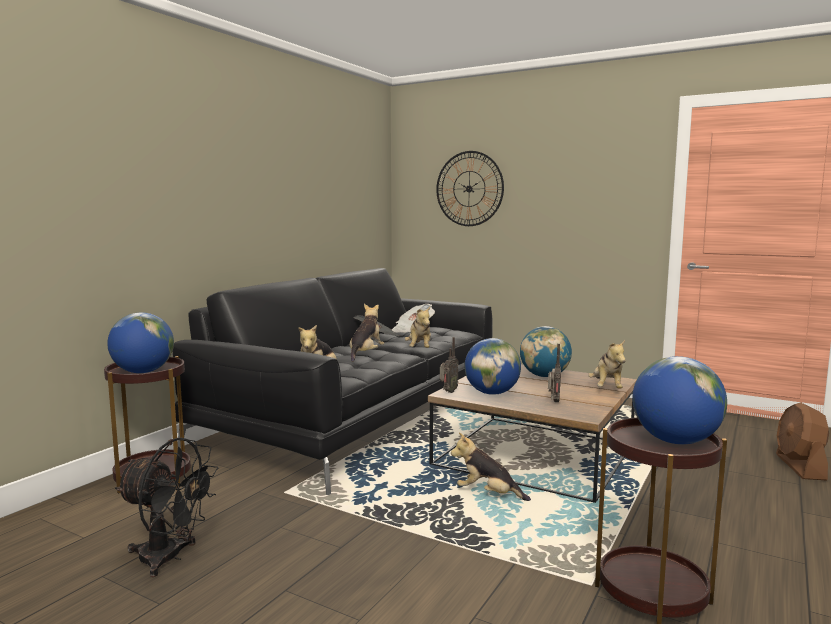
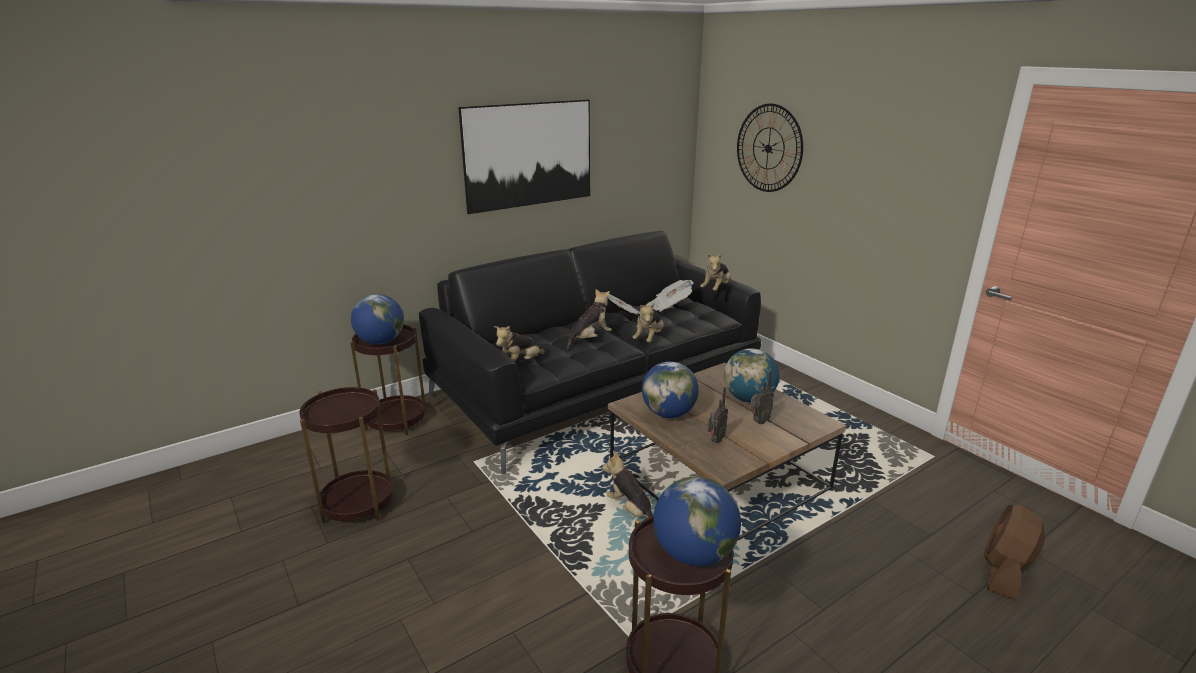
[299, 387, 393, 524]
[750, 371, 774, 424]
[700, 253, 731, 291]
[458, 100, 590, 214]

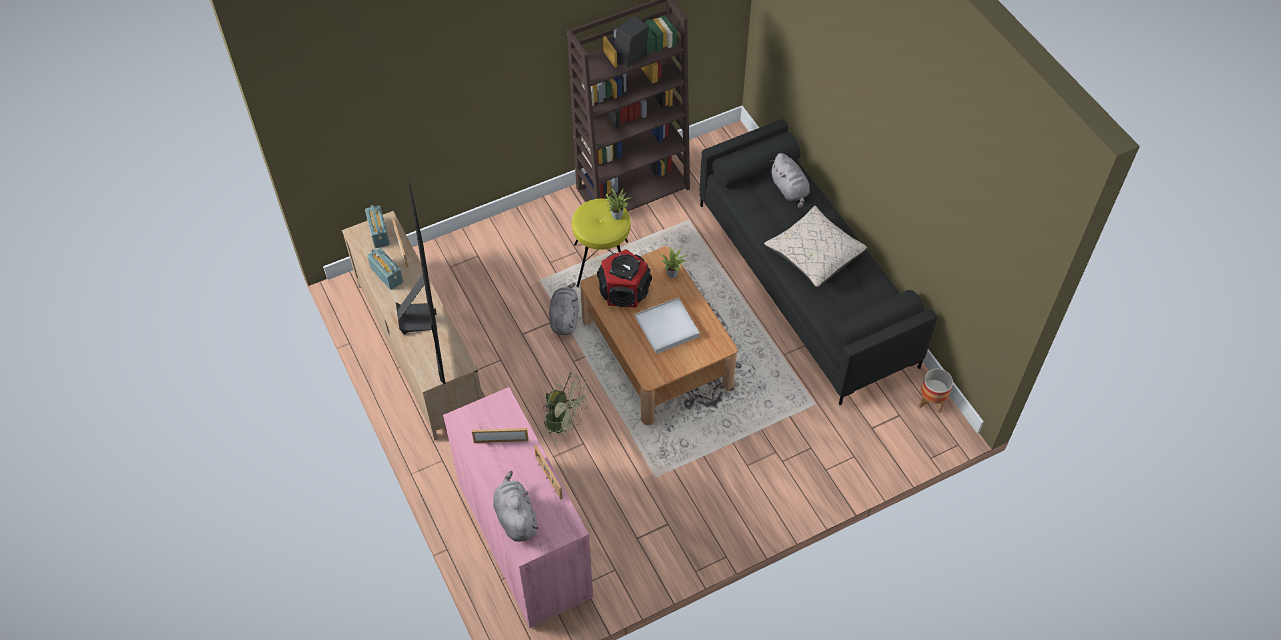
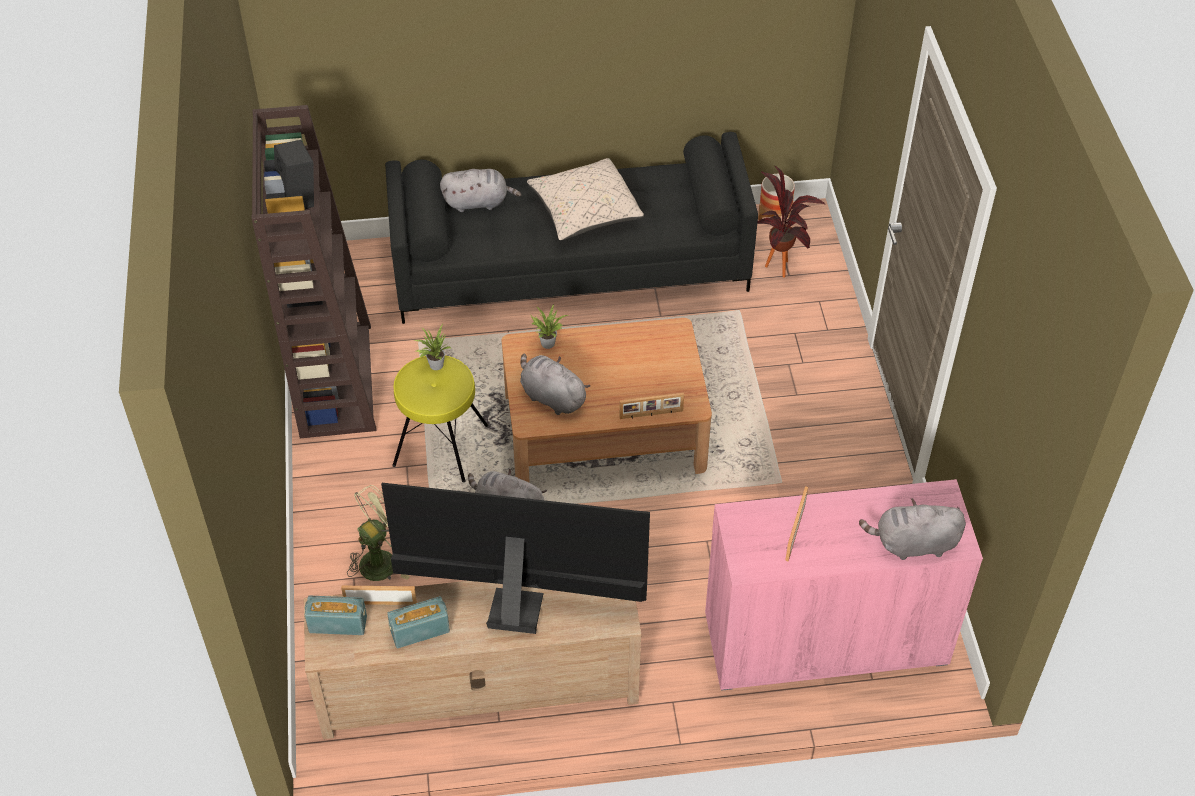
[620, 393, 684, 419]
[347, 485, 410, 581]
[520, 354, 590, 415]
[635, 297, 700, 354] (first image)
[757, 166, 826, 278]

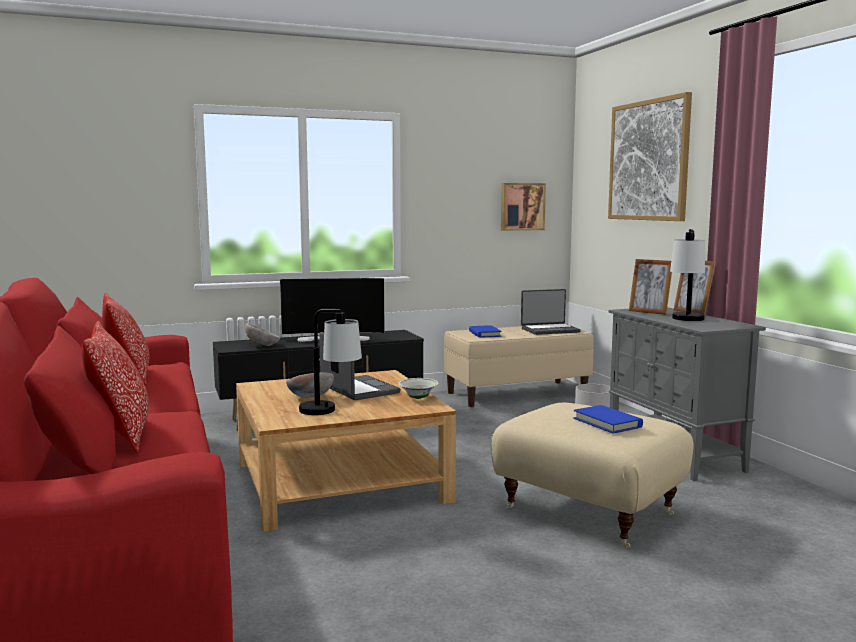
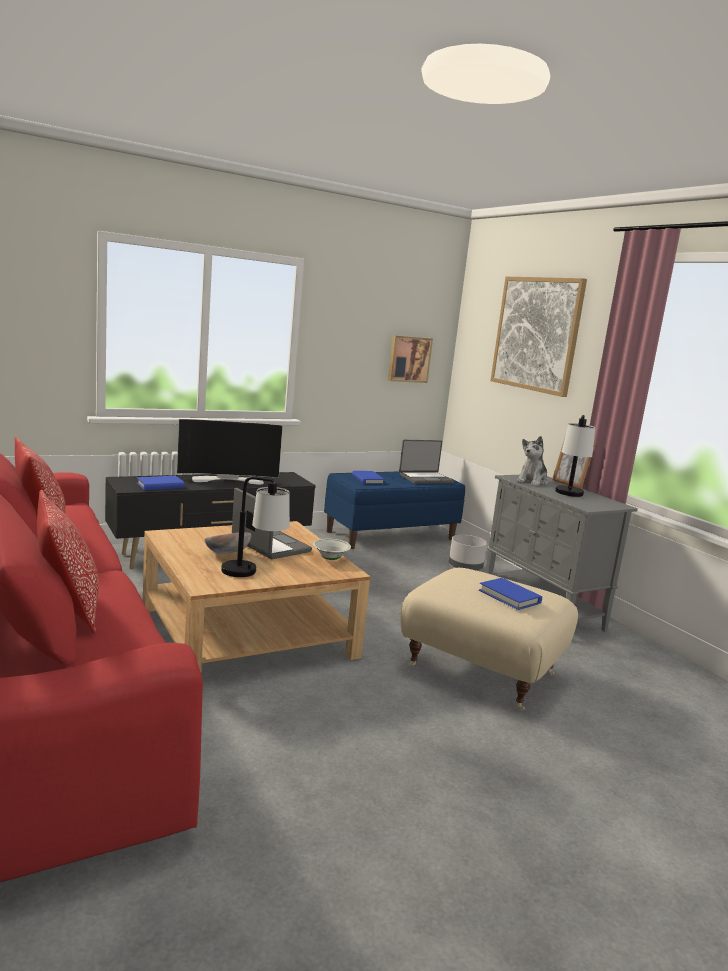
[137, 476, 185, 490]
[324, 471, 465, 549]
[517, 436, 548, 486]

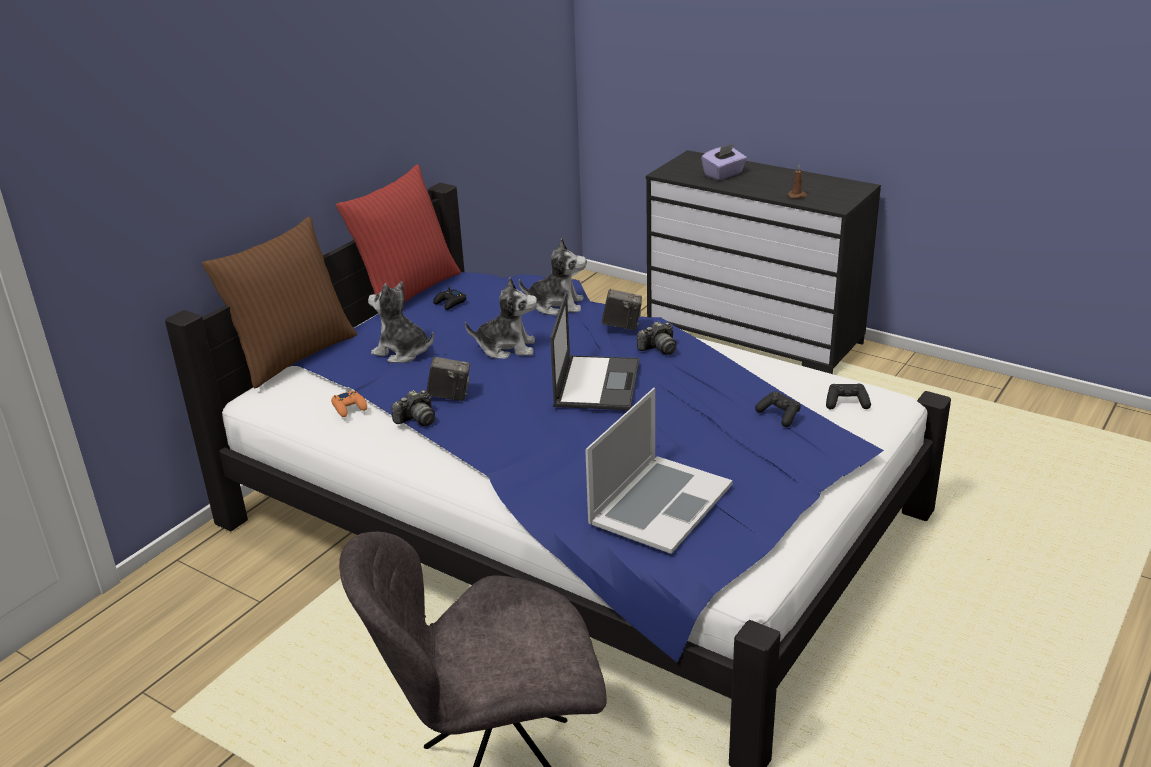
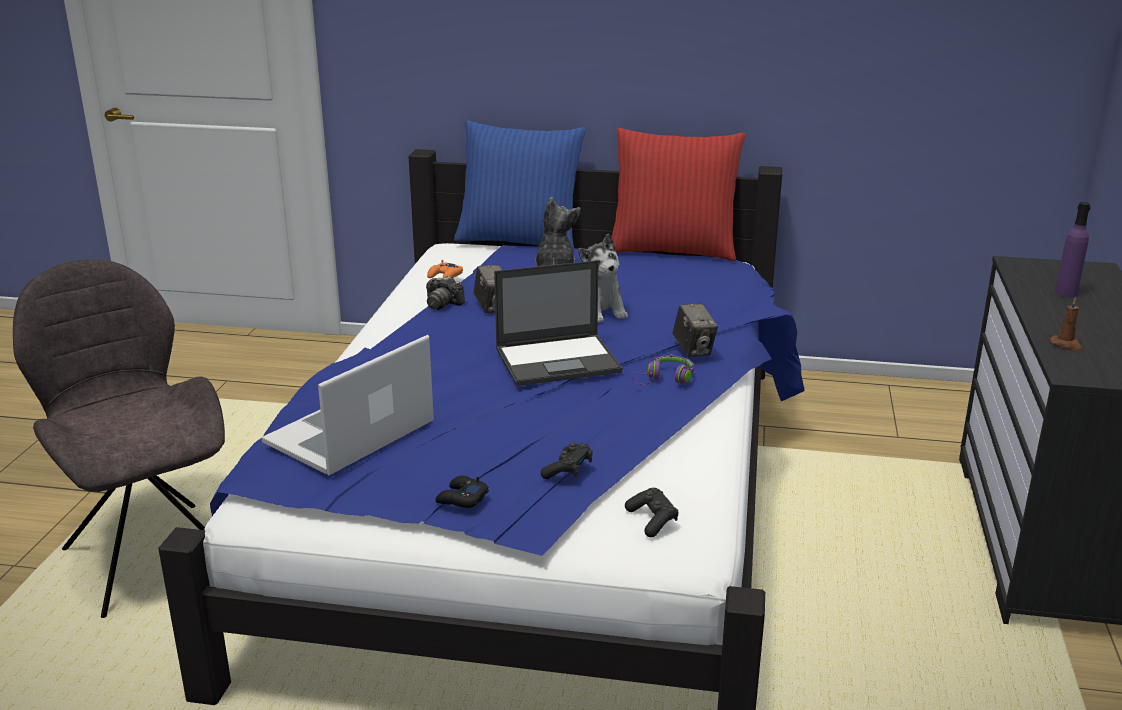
[454, 120, 586, 252]
[435, 476, 489, 508]
[519, 238, 587, 316] (first image)
[261, 335, 434, 475]
[633, 354, 694, 385]
[1055, 202, 1091, 298]

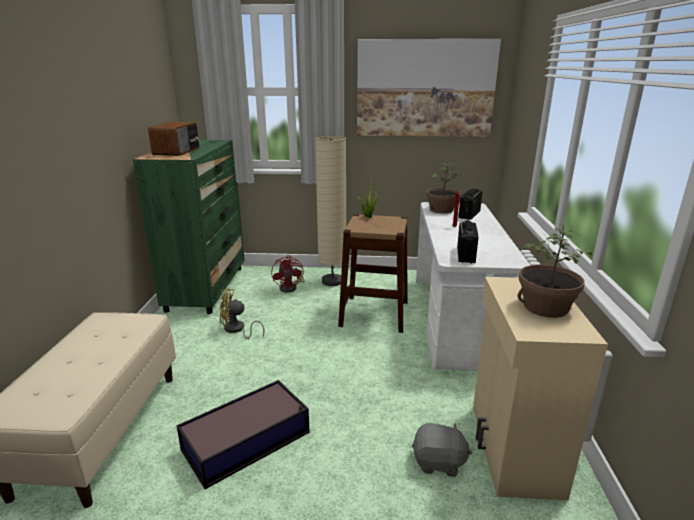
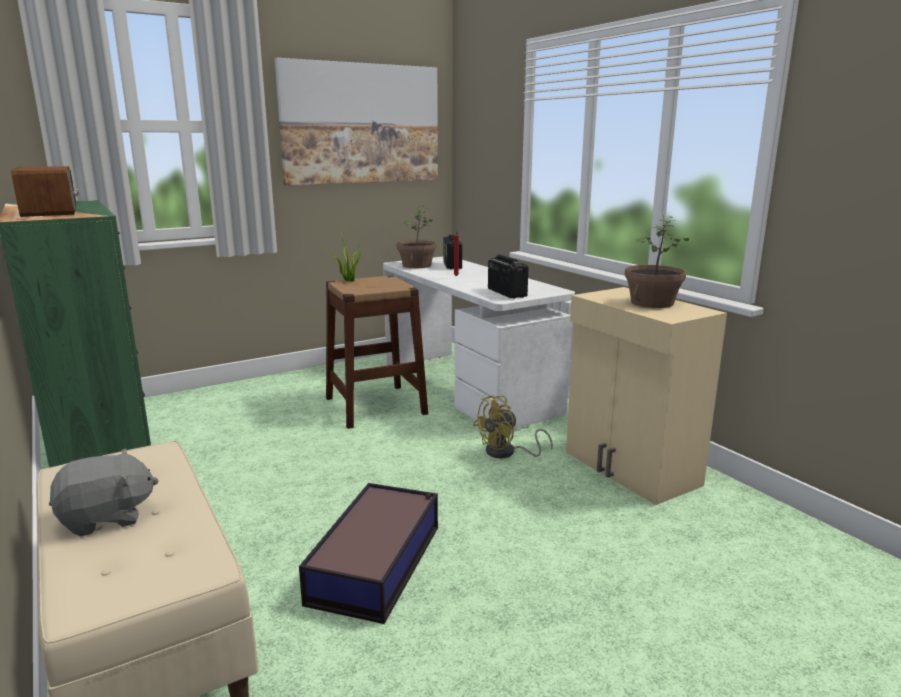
[473, 395, 553, 458]
[271, 255, 305, 292] (first image)
[315, 136, 346, 286] (first image)
[49, 449, 159, 536]

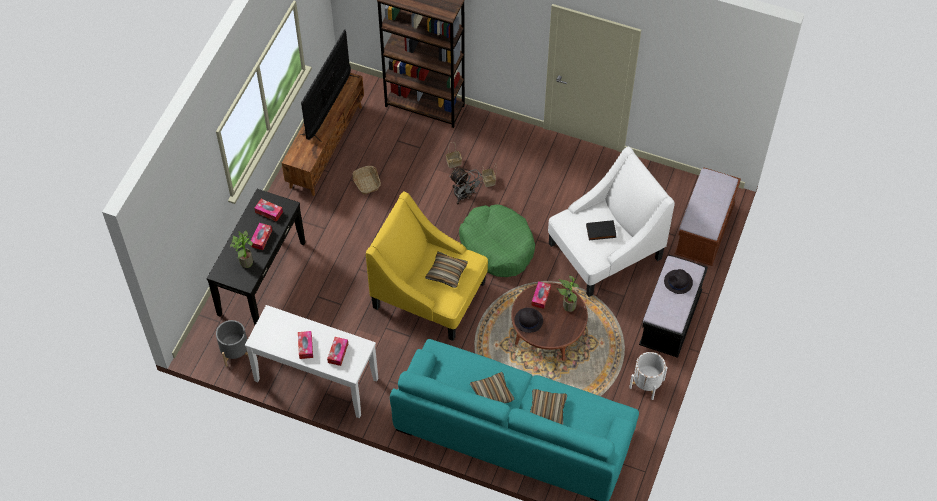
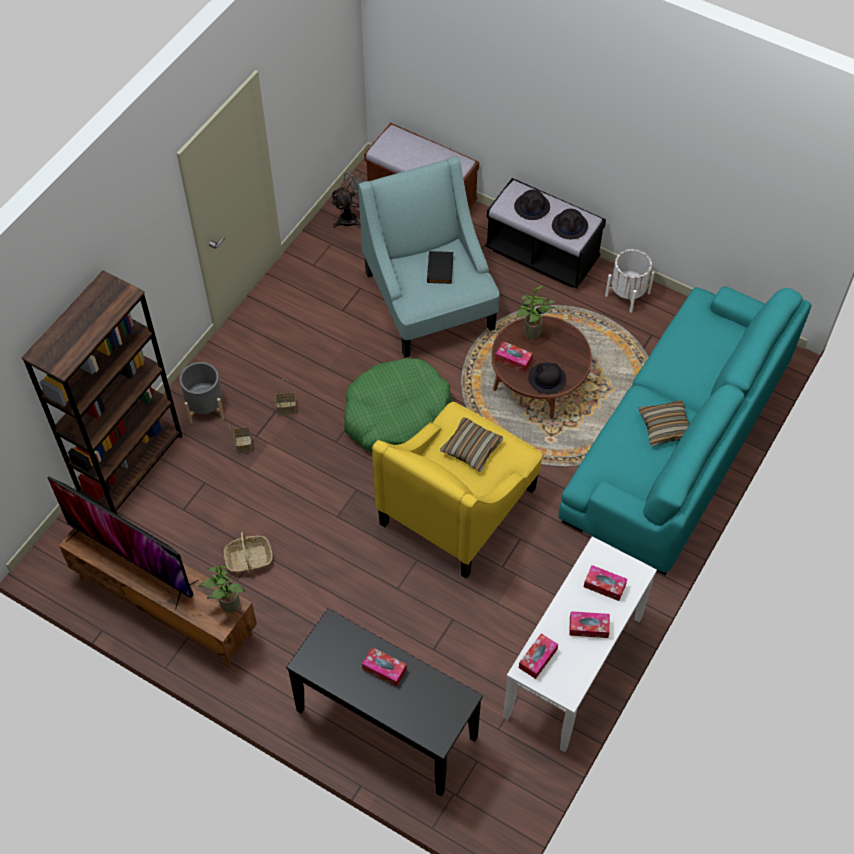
[180, 362, 224, 424]
[198, 565, 246, 613]
[519, 633, 558, 679]
[330, 170, 367, 228]
[530, 389, 567, 425] (first image)
[358, 156, 500, 358]
[552, 209, 588, 239]

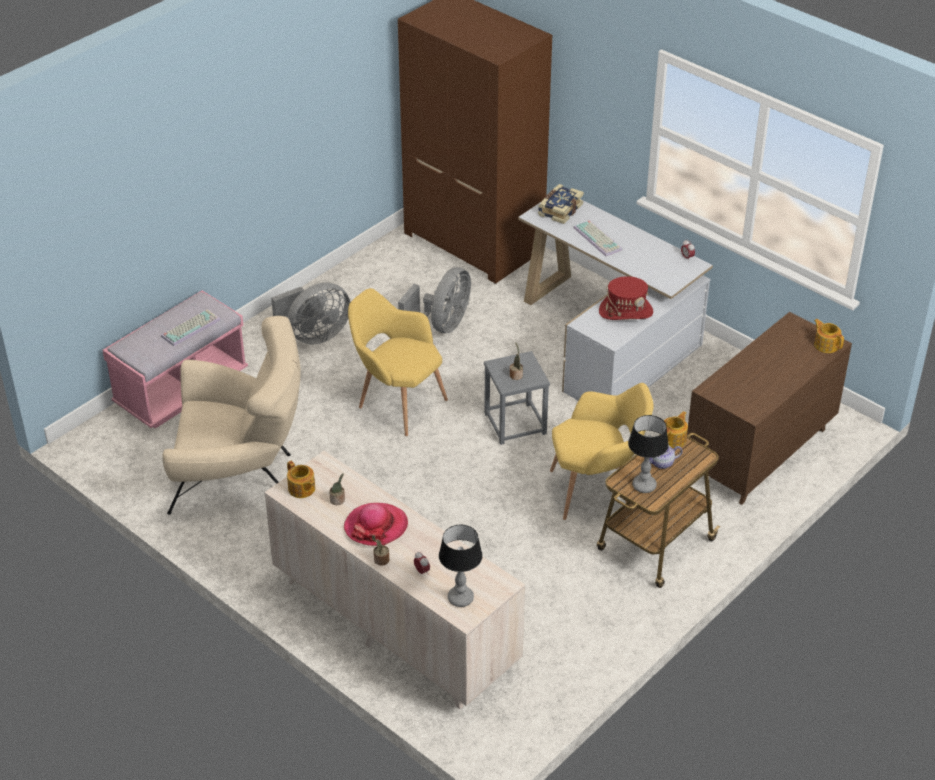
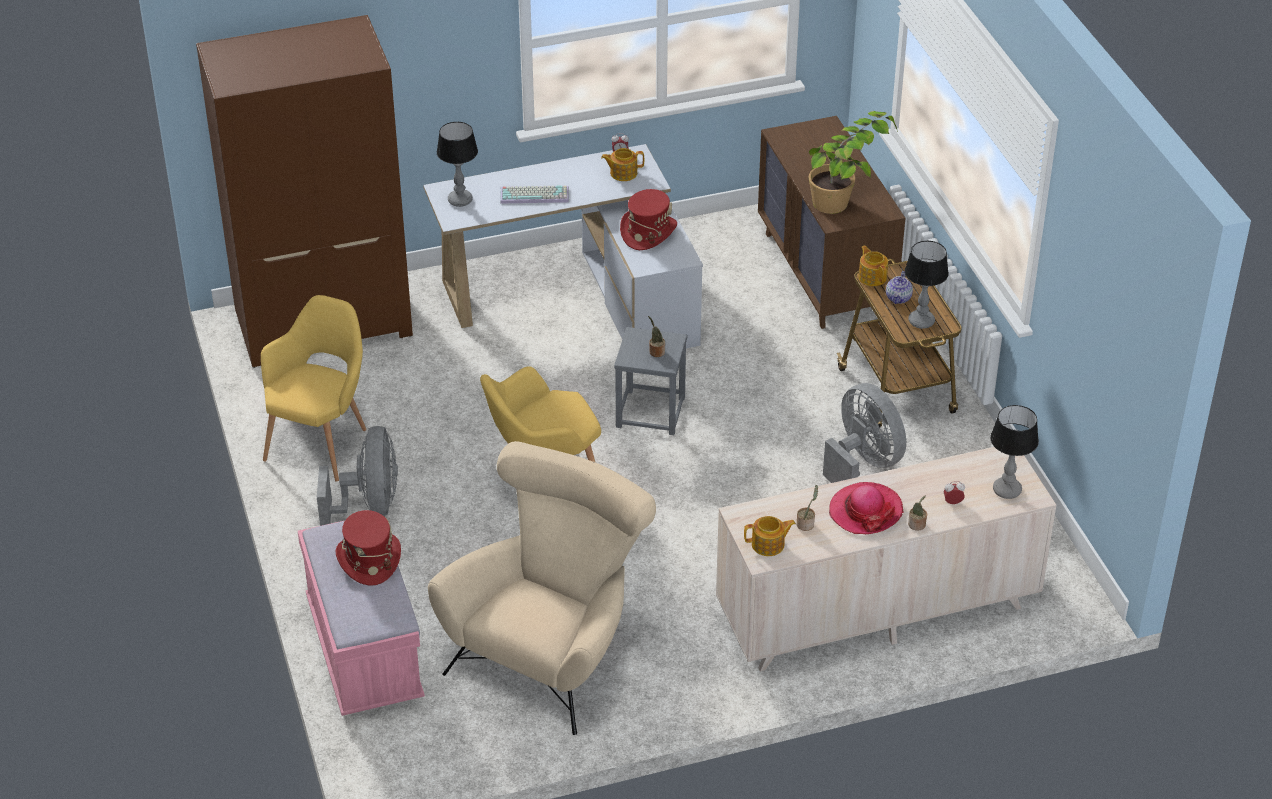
[336, 510, 401, 586]
[823, 383, 906, 483]
[437, 122, 478, 207]
[261, 295, 366, 482]
[601, 148, 644, 181]
[809, 111, 898, 214]

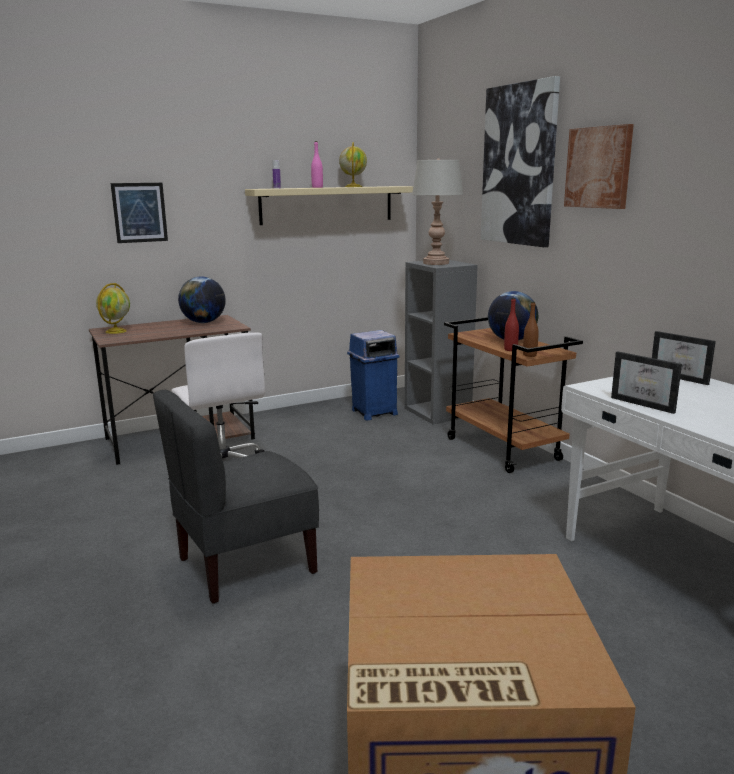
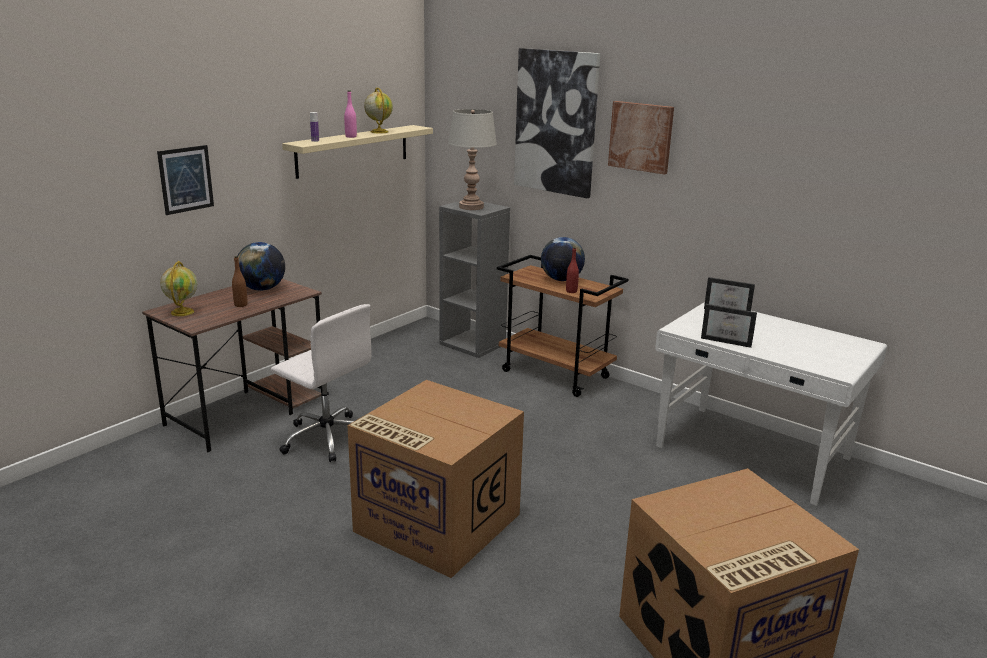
[347, 380, 524, 578]
[347, 330, 400, 420] (first image)
[232, 256, 247, 307]

